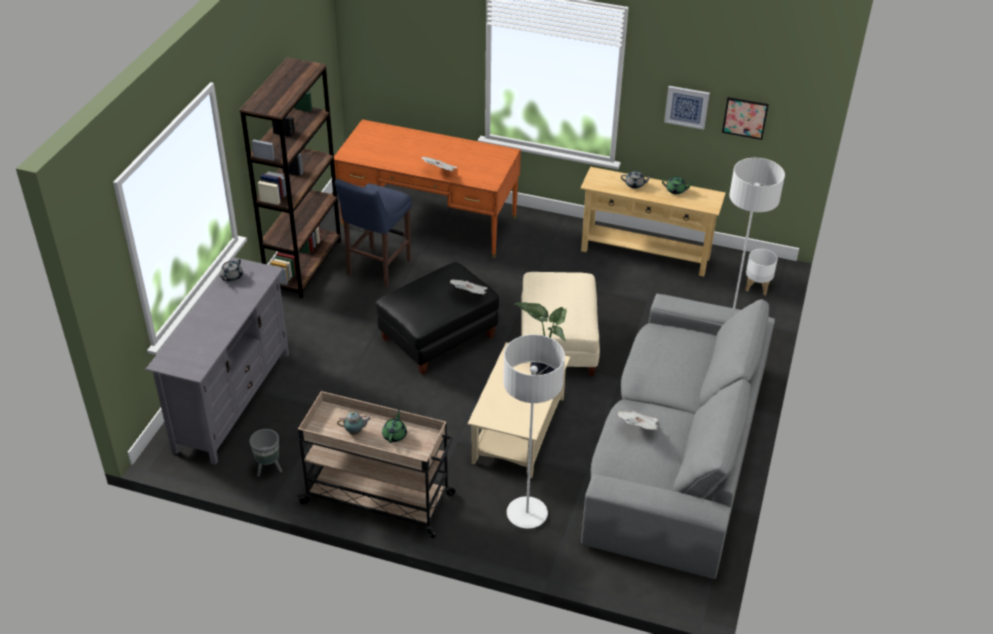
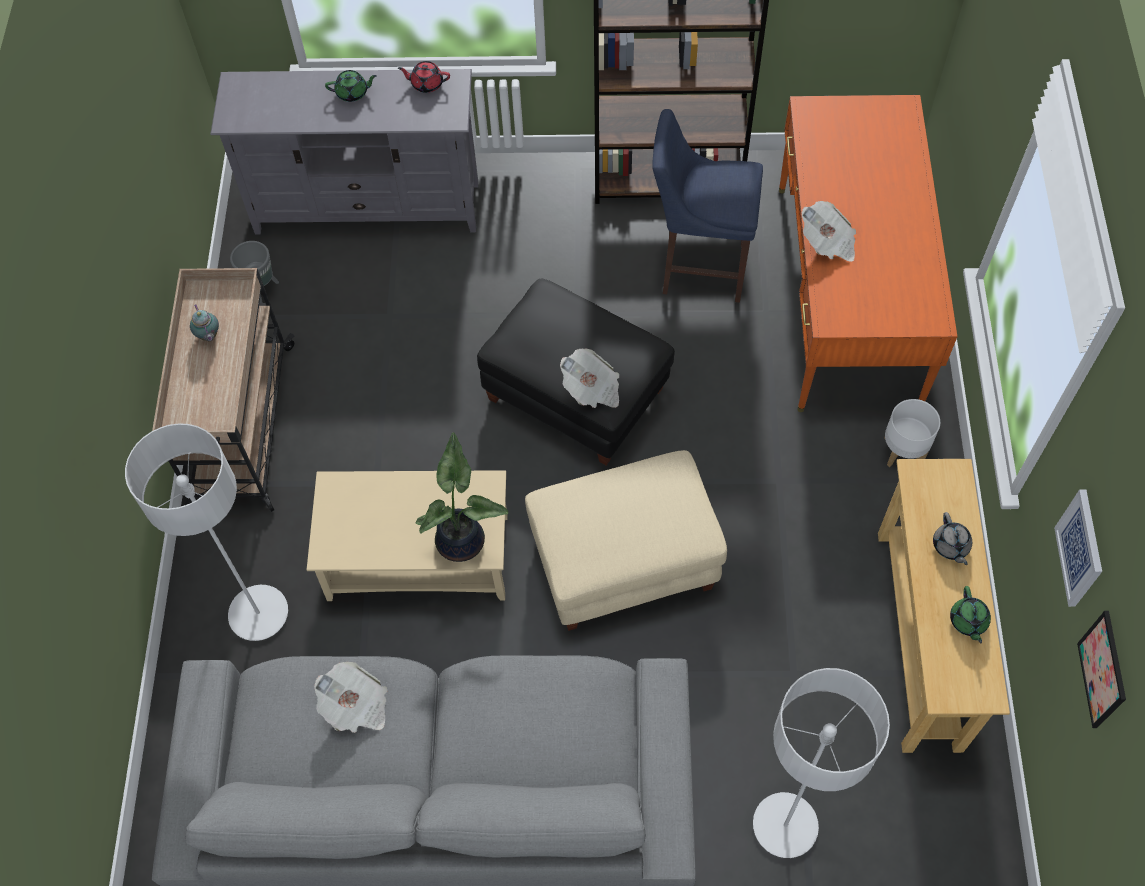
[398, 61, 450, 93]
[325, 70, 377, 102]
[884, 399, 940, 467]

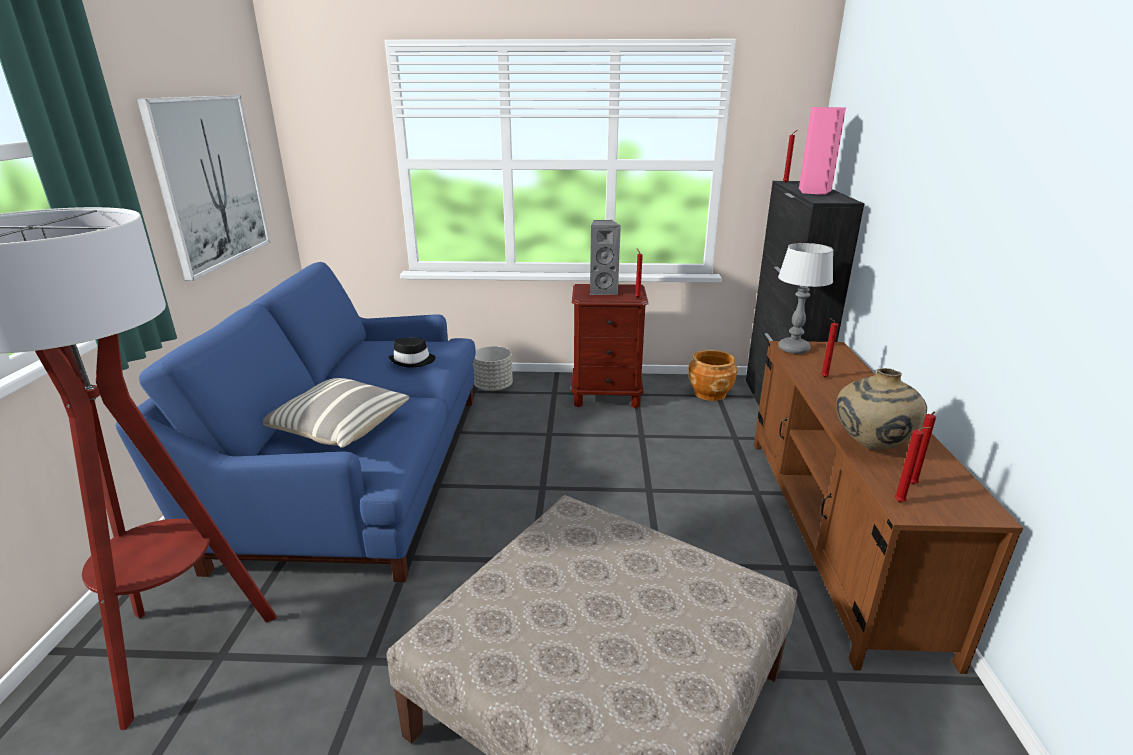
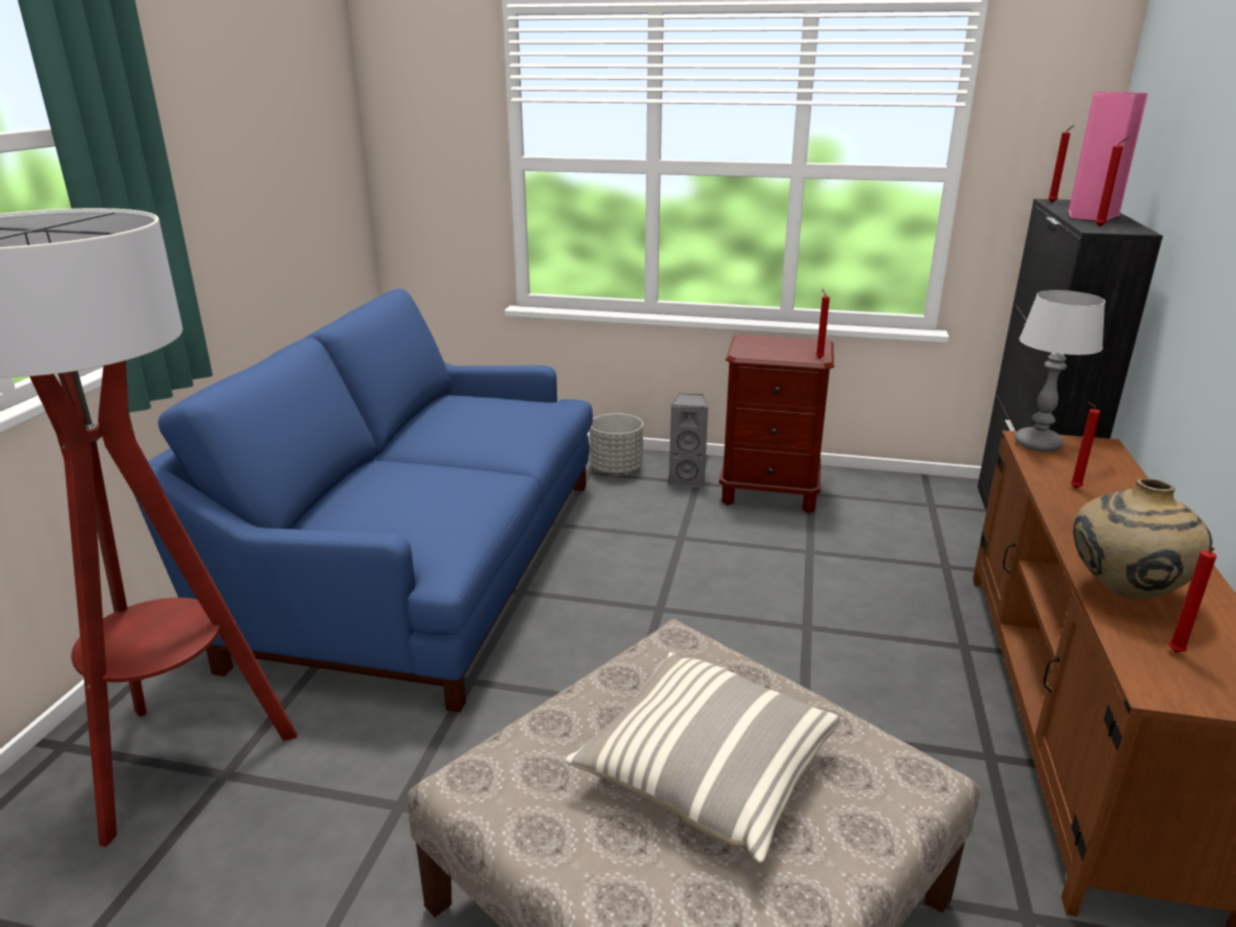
[137, 95, 270, 281] (first image)
[566, 652, 840, 863]
[389, 338, 435, 368] (first image)
[668, 393, 708, 488]
[688, 350, 738, 401] (first image)
[1095, 137, 1129, 227]

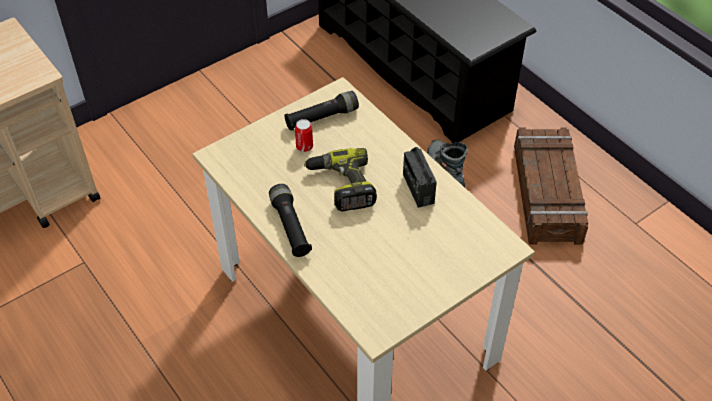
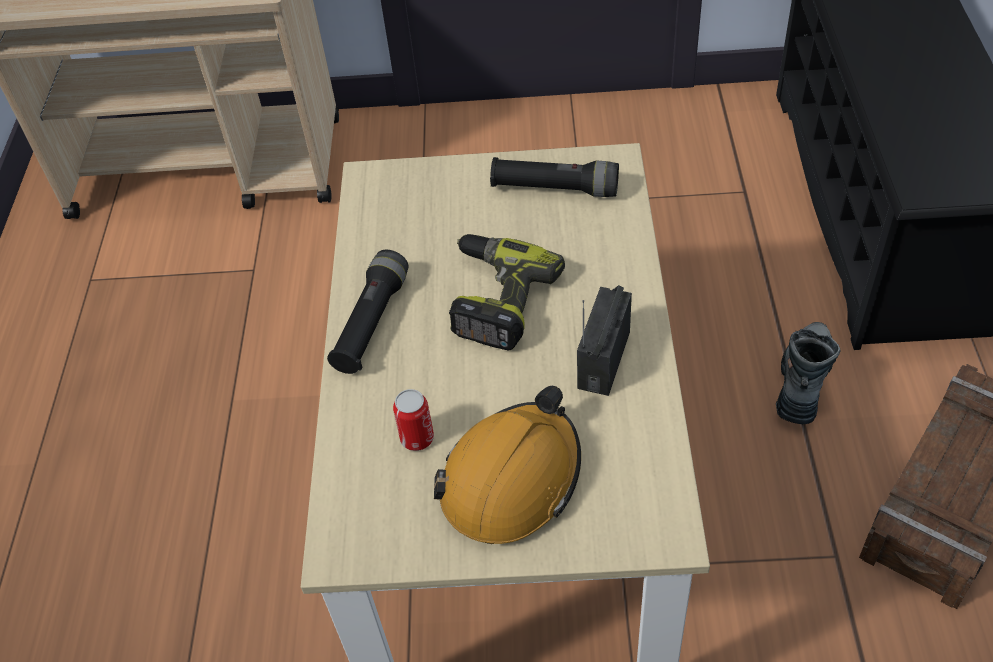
[393, 389, 434, 451]
[434, 386, 581, 544]

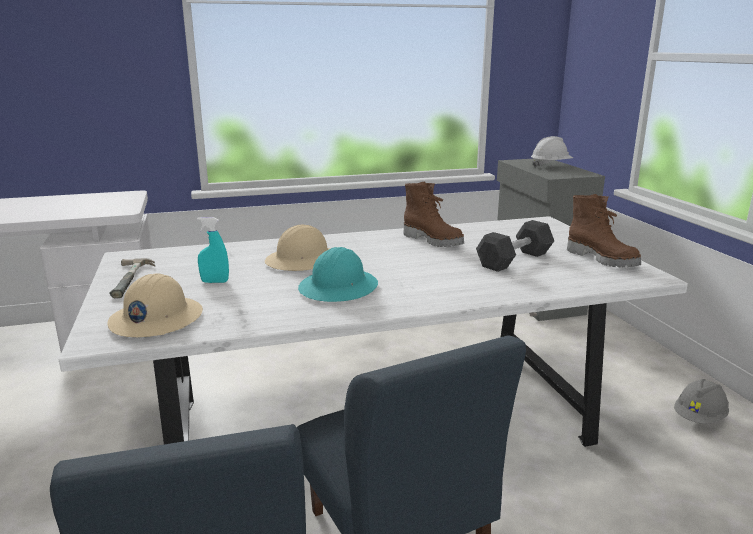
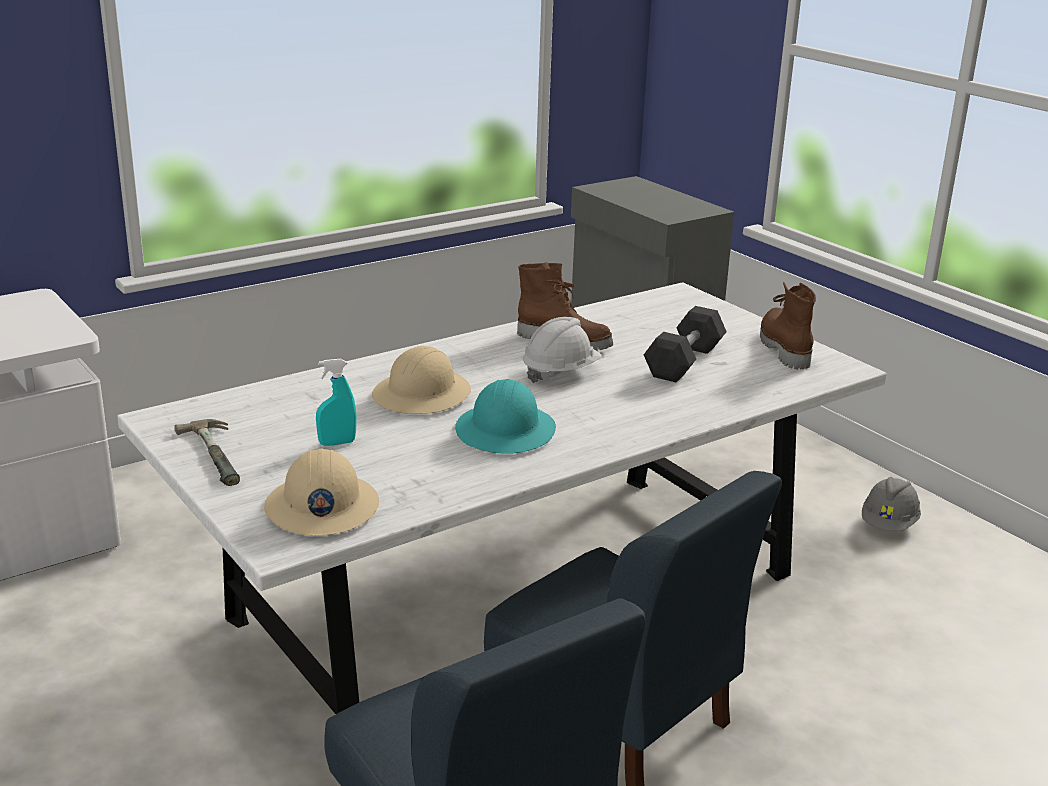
[523, 317, 602, 383]
[760, 282, 816, 369]

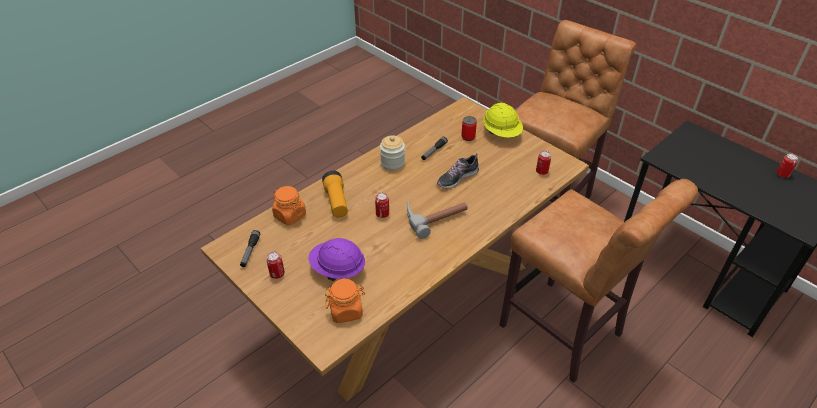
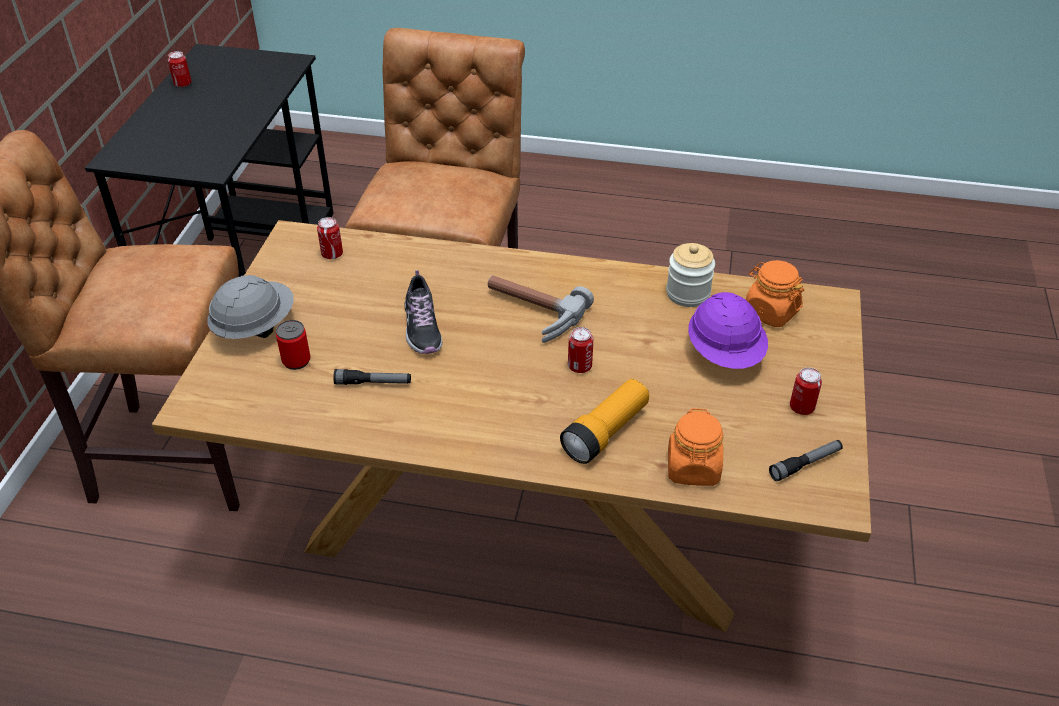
[666, 243, 715, 307]
[405, 270, 442, 354]
[208, 275, 294, 339]

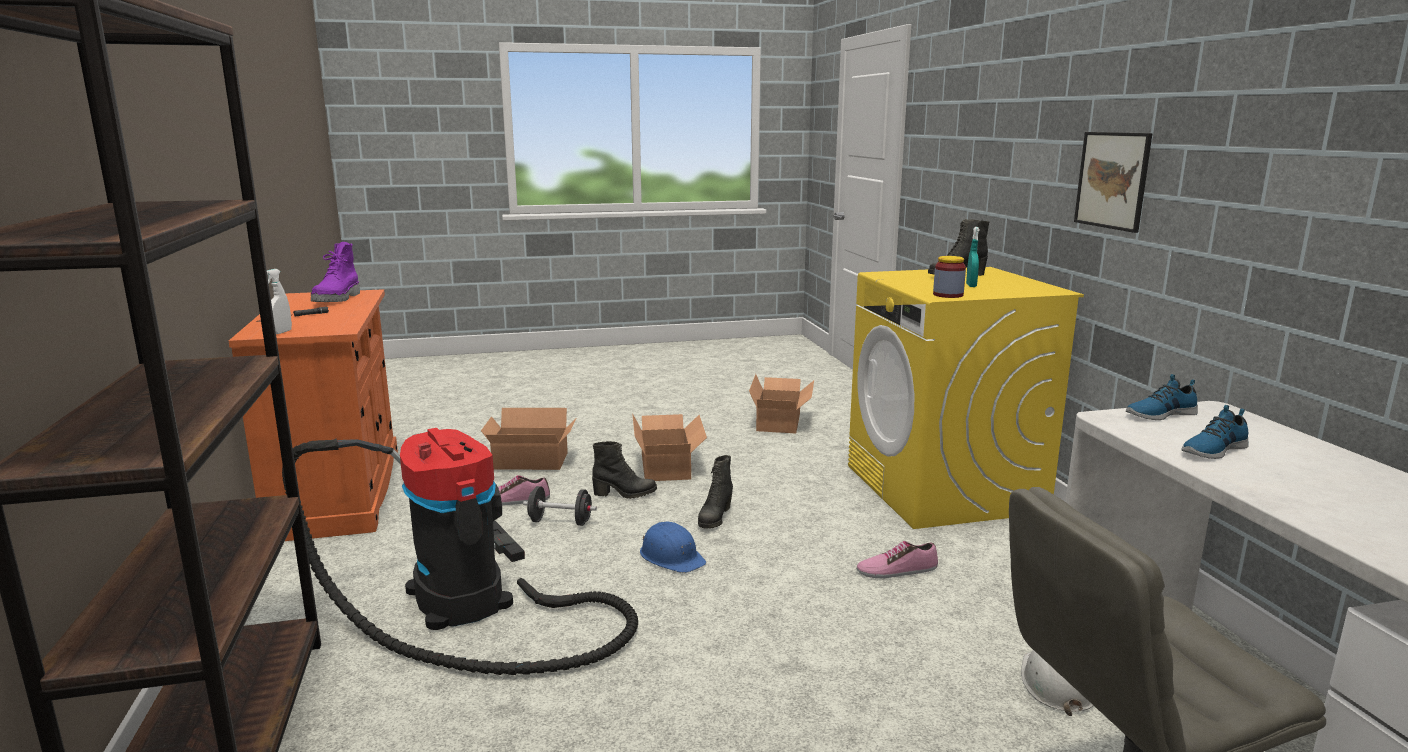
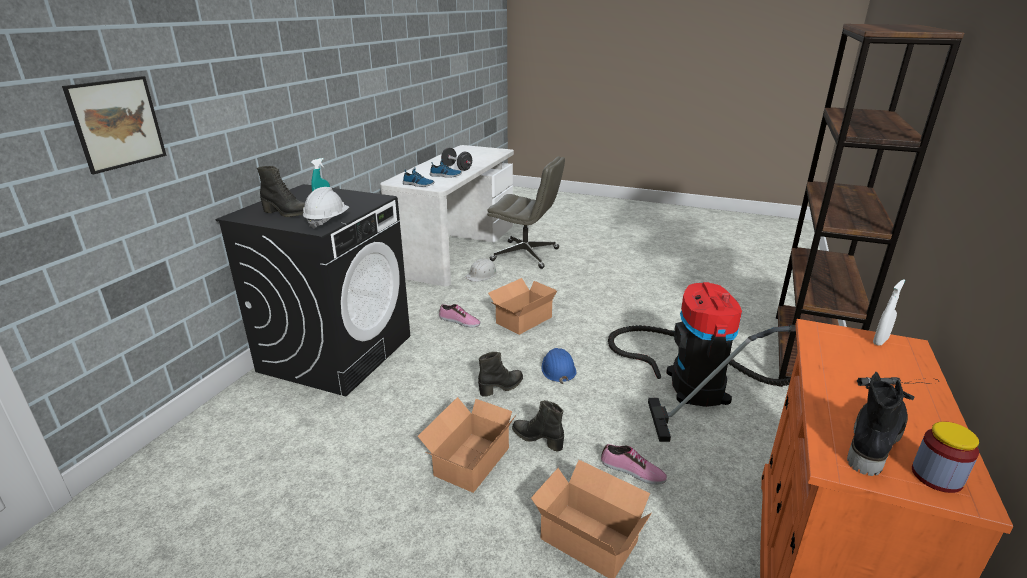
[847, 372, 914, 476]
[441, 148, 472, 171]
[488, 278, 557, 335]
[215, 184, 410, 396]
[912, 421, 979, 493]
[62, 76, 166, 174]
[303, 187, 349, 229]

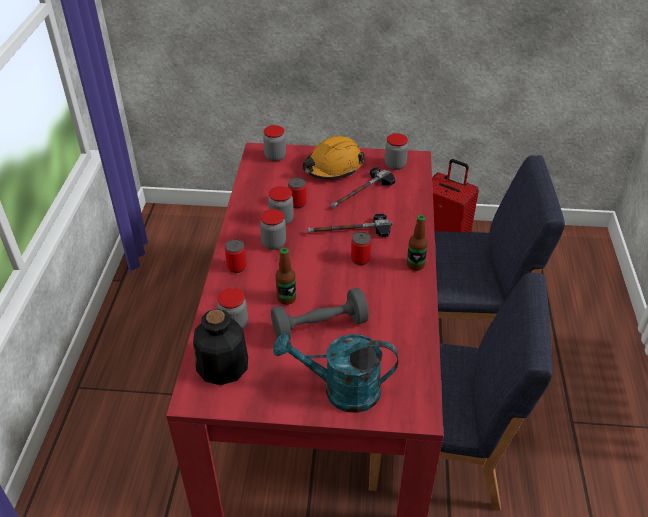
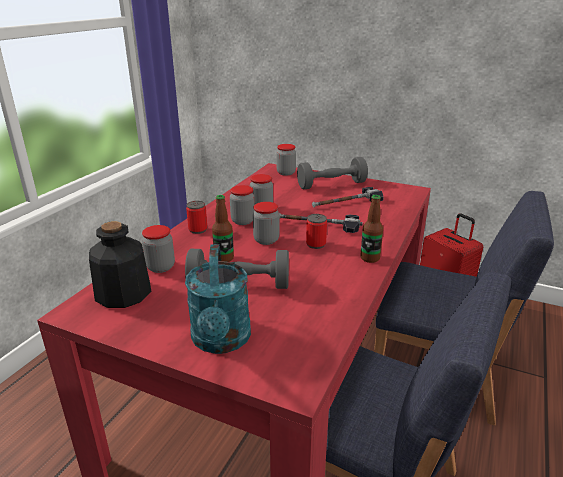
[185, 244, 251, 354]
[288, 177, 306, 209] (first image)
[297, 157, 368, 189]
[253, 202, 279, 245]

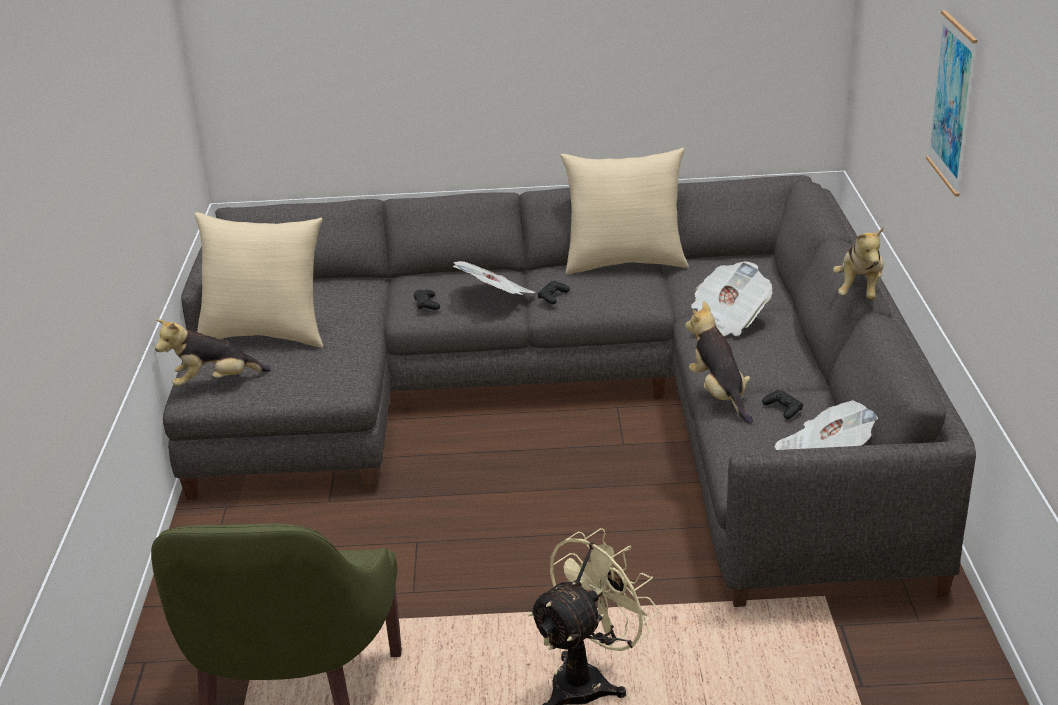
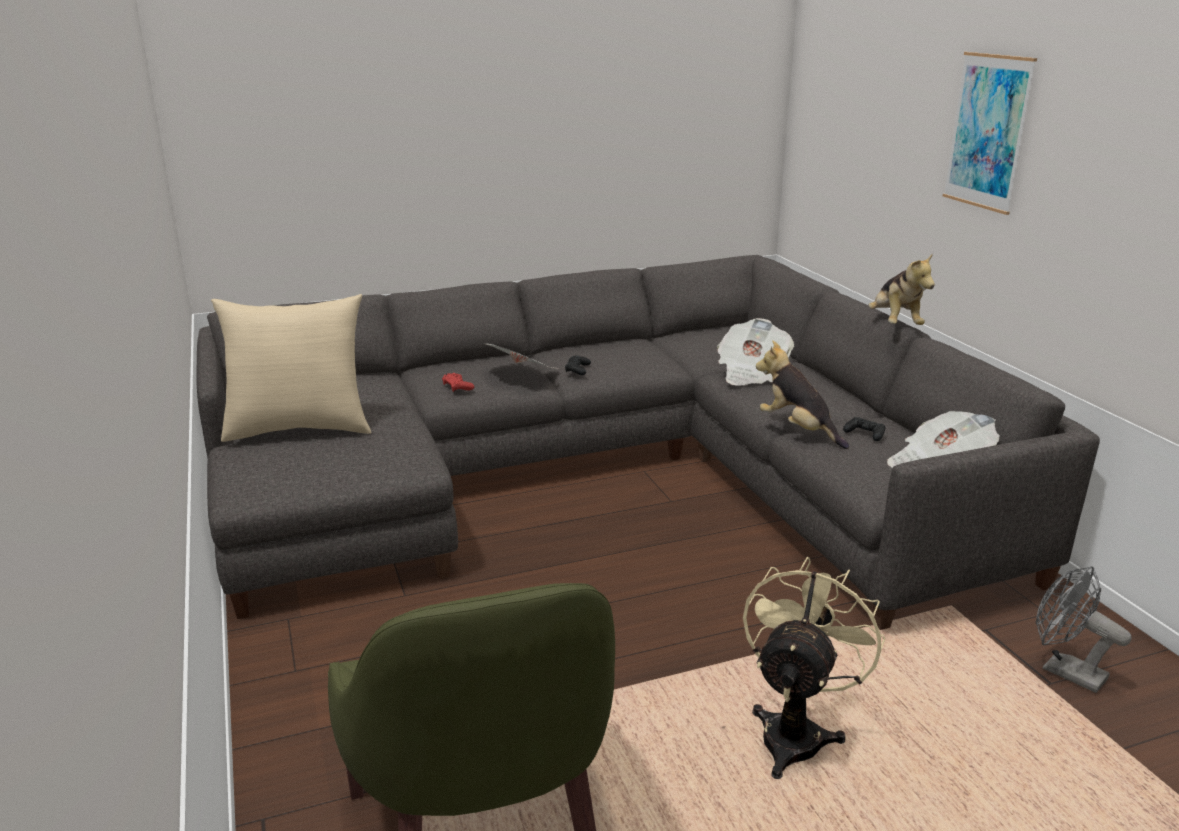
[155, 319, 271, 386] (first image)
[442, 373, 474, 392]
[560, 148, 689, 274] (first image)
[1036, 566, 1132, 693]

